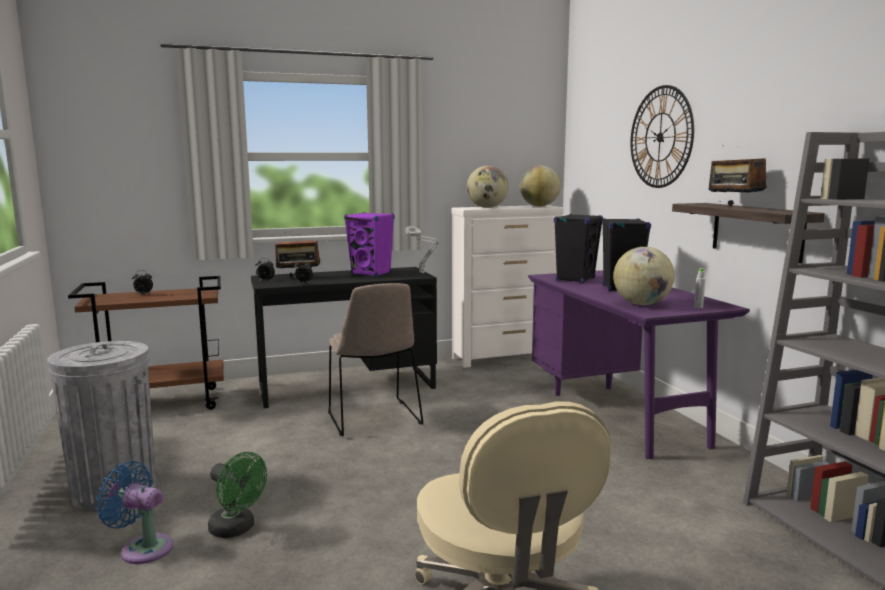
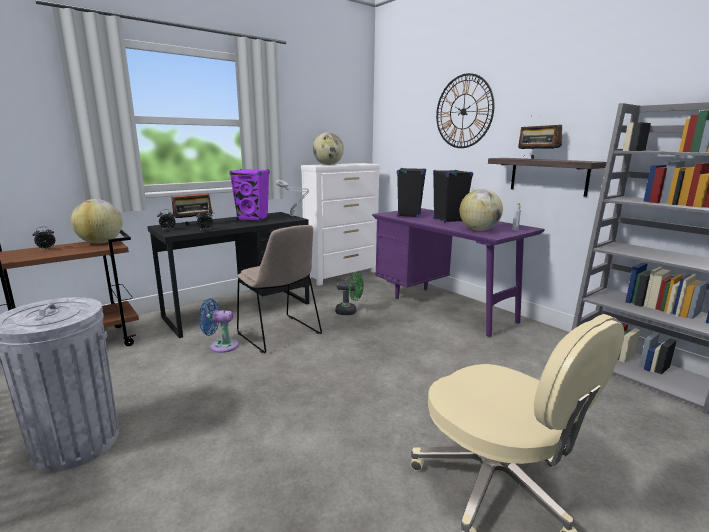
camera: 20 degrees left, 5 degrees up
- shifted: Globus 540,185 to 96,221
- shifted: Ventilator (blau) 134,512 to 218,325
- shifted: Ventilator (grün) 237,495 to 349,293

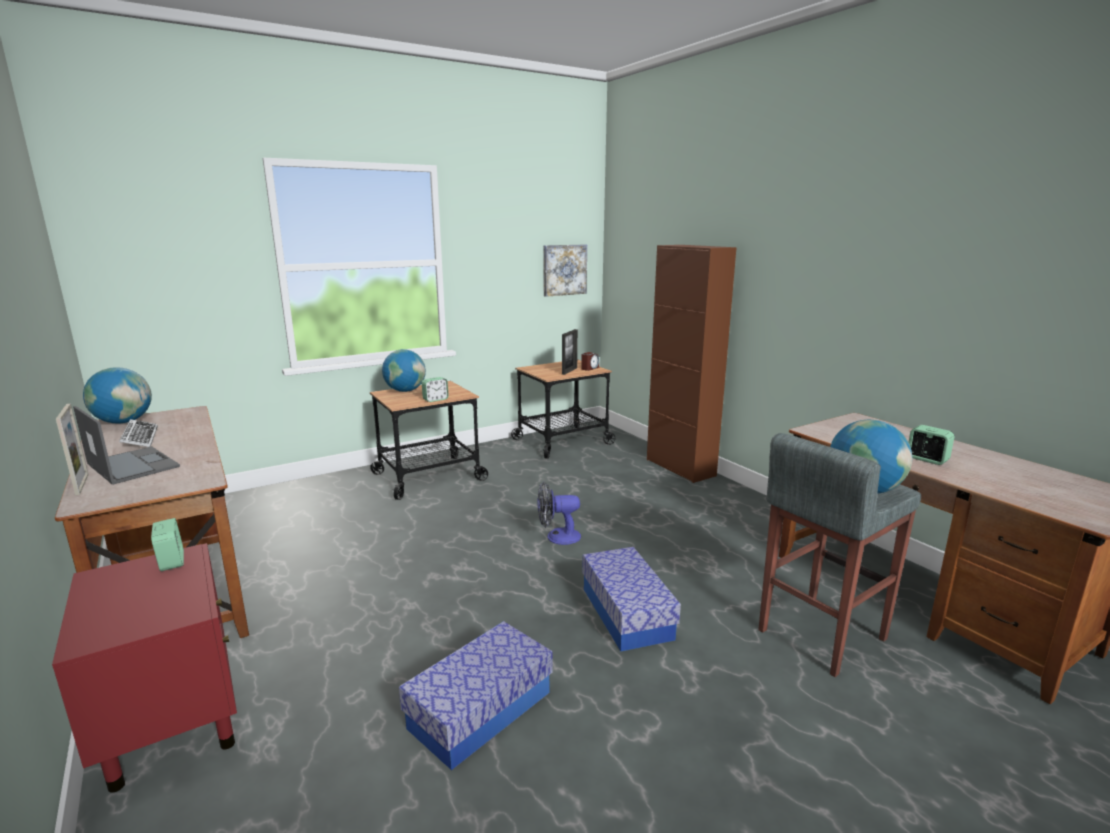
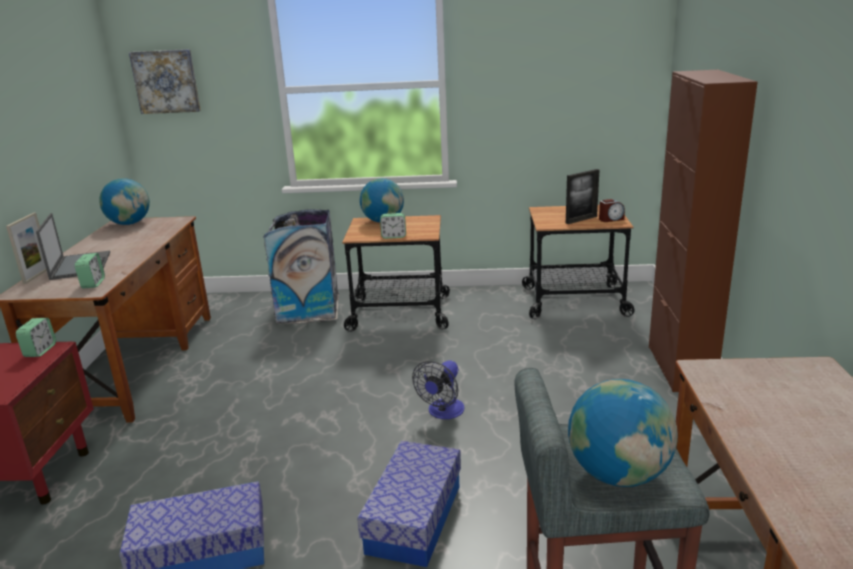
camera: 35 degrees right, 5 degrees up
- shifted: Wecker 932,445 to 90,271
- shifted: Bild 565,270 to 165,81
- new: Mülleimer 301,266
- rotated: Ventilator 559,513 = 438,389 90 degrees counterclockwise
- gone: Tastatur 138,433

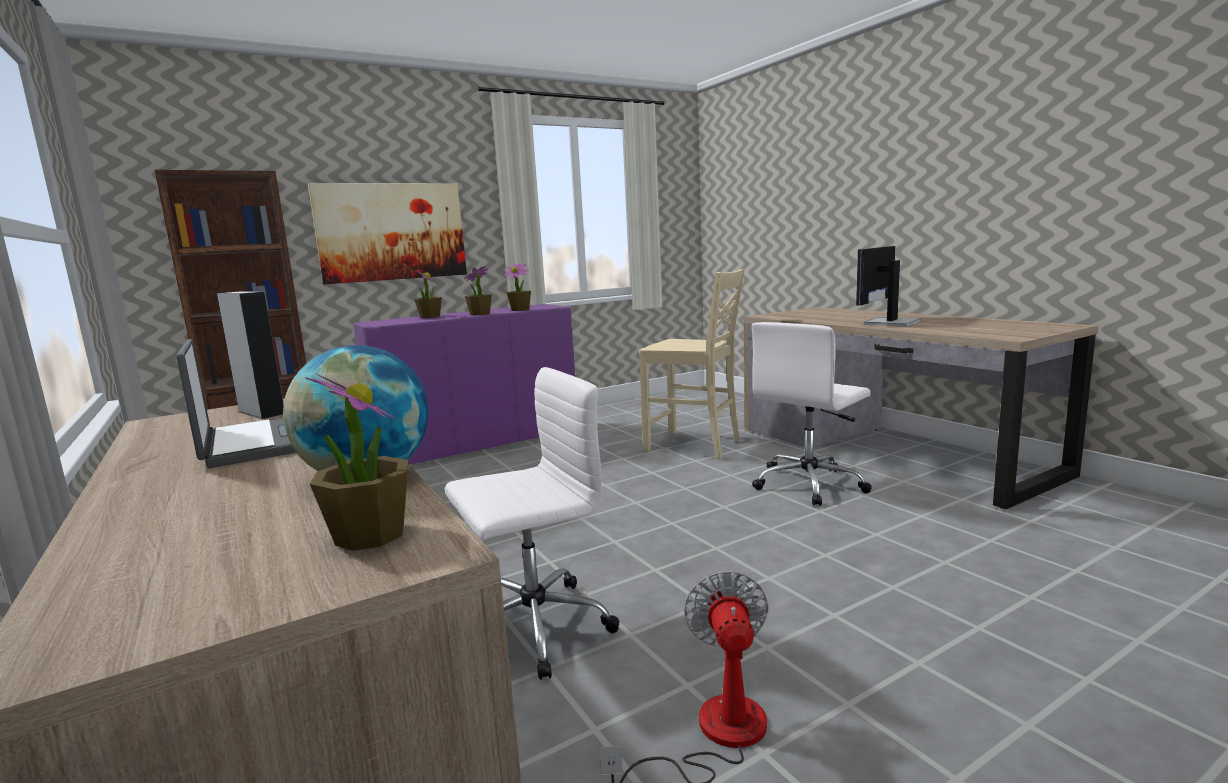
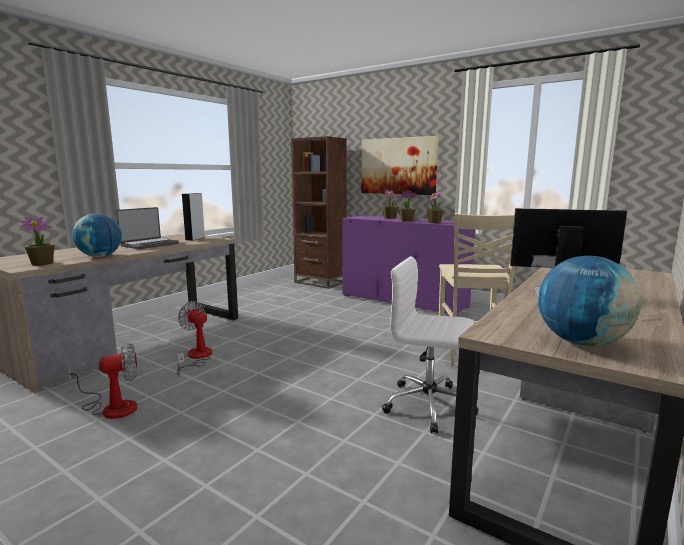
camera: 65 degrees right, 0 degrees up
- swapped: Bürostuhl (weiß) 532,523 to Ventilator 194,338
- new: Globus 590,301

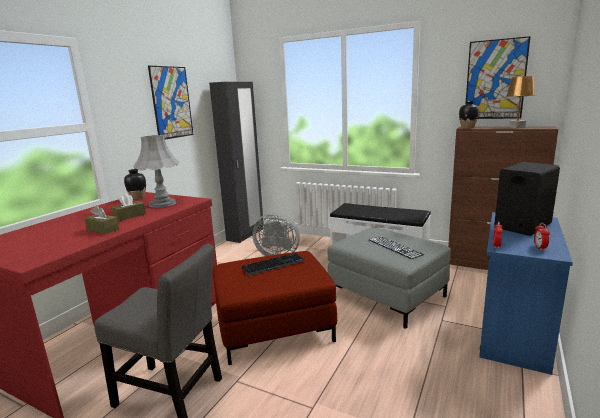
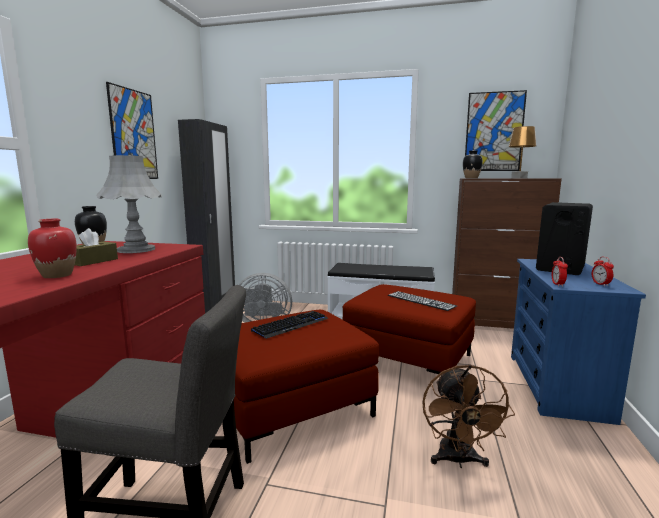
camera: 15 degrees left, 5 degrees down
- swapped: Taschentuchbox (braun) 101,220 to Vase (rot) 52,248
- repainted: Polsterhocker (grau) 389,278 to Polsterhocker (rot) 409,329
- new: Ventilator (braun) 468,416

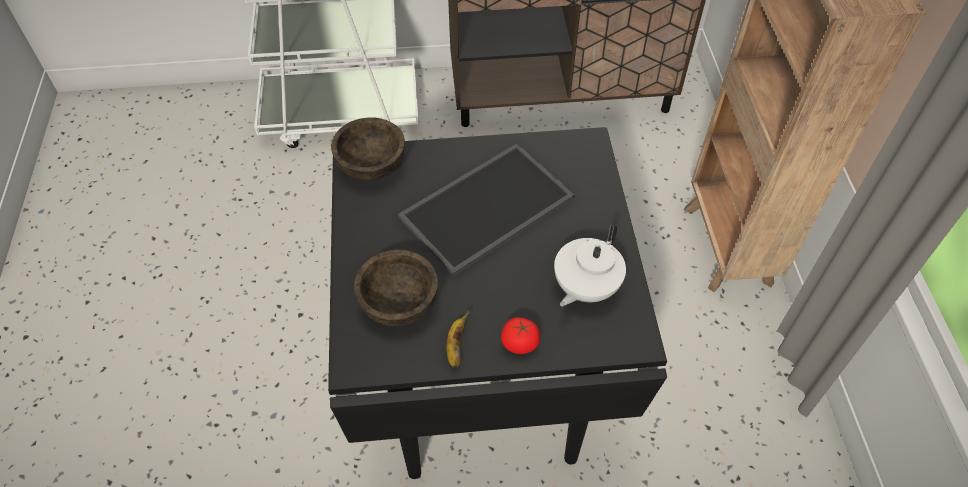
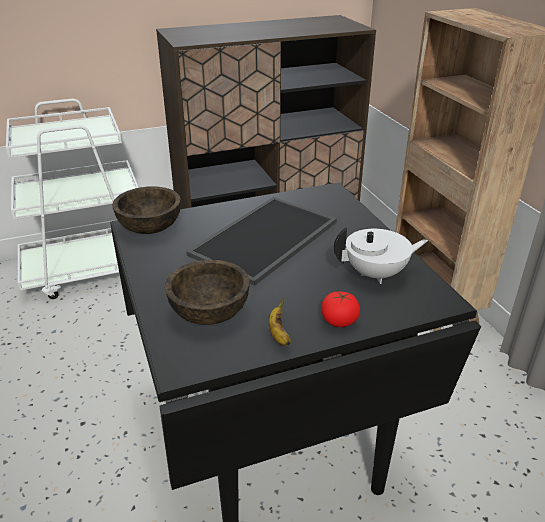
camera: 15 degrees left, 20 degrees down
- rotated: Teekanne (weiß) 590,265 = 381,256 120 degrees counterclockwise

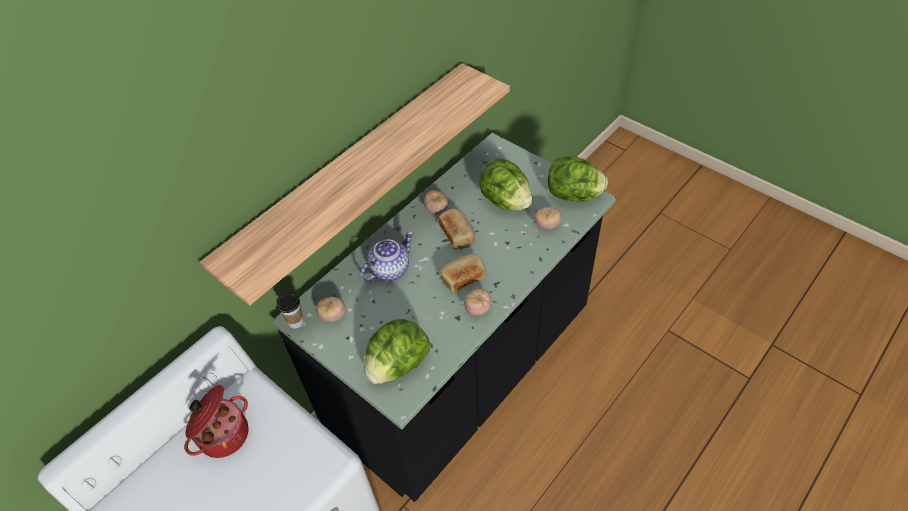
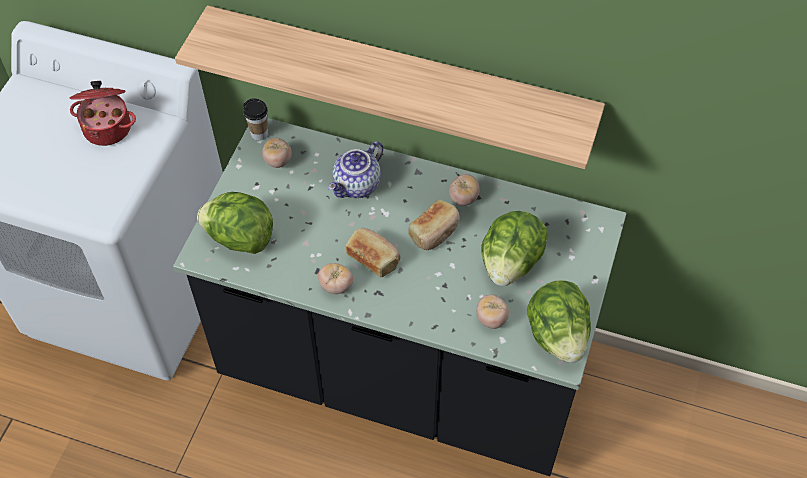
camera: 65 degrees right, 5 degrees up
- rotated: Teekanne 387,257 = 355,169 105 degrees clockwise

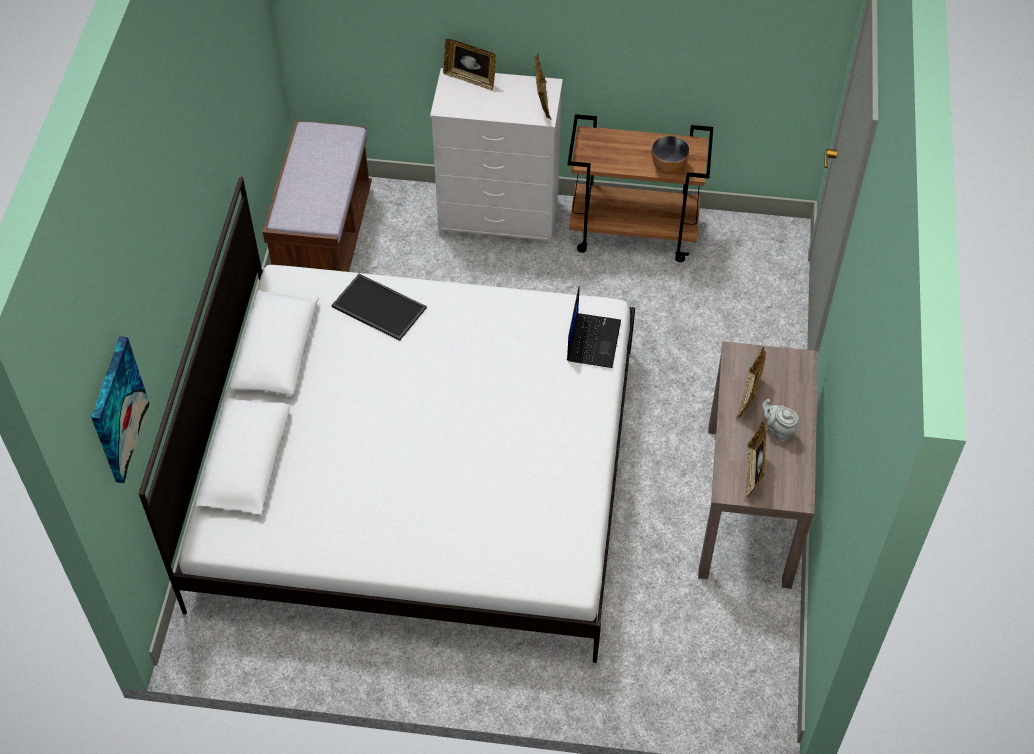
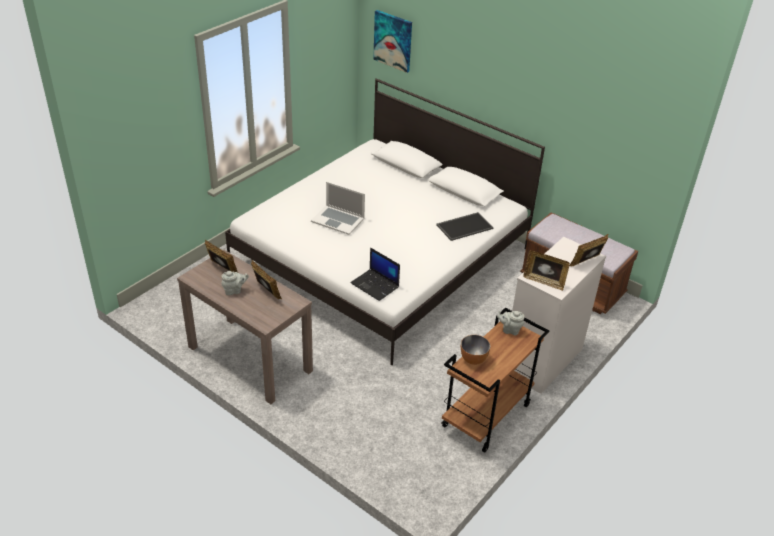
camera: 120 degrees right, 15 degrees down
- new: Laptop 338,208
- new: Teekanne (grau) 510,322

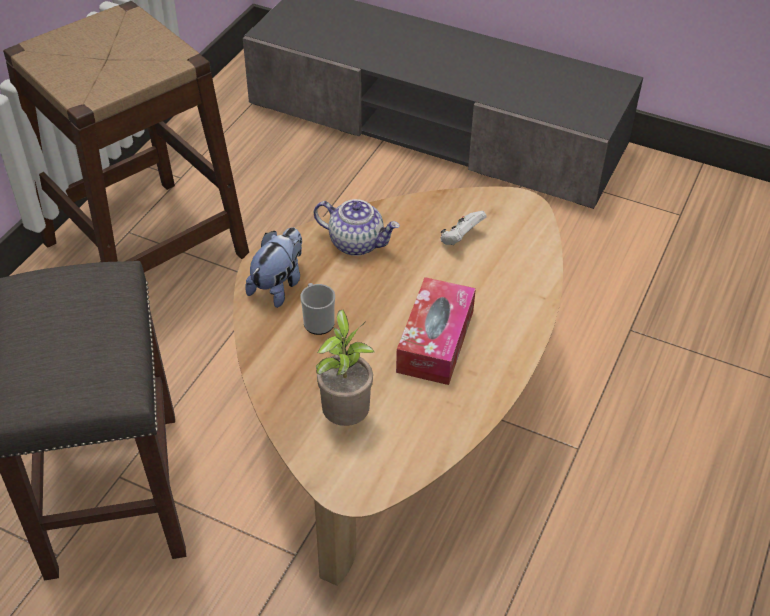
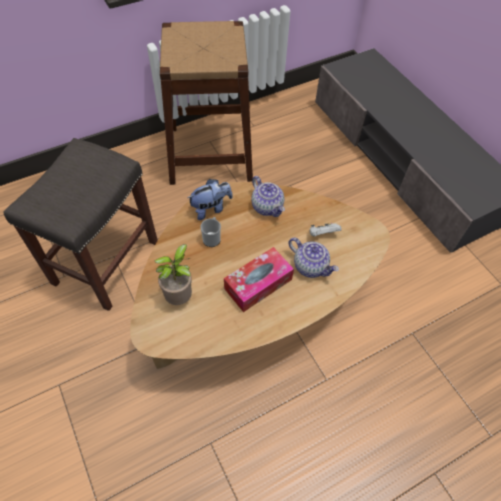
camera: 35 degrees right, 10 degrees up
- new: Teekanne 313,258

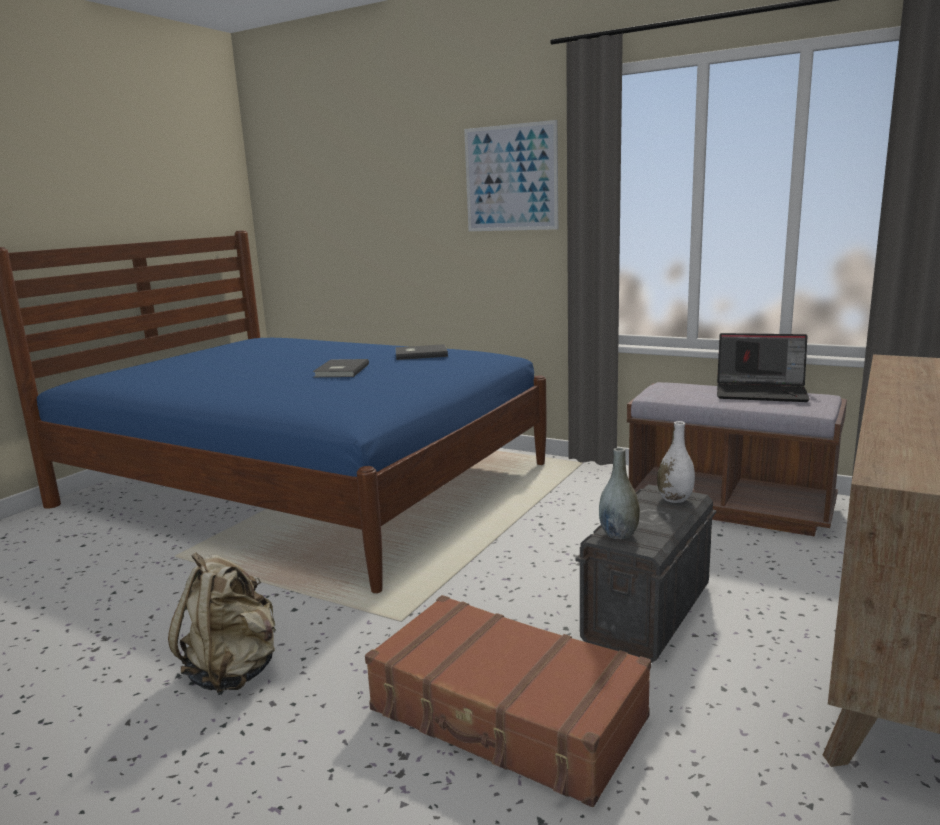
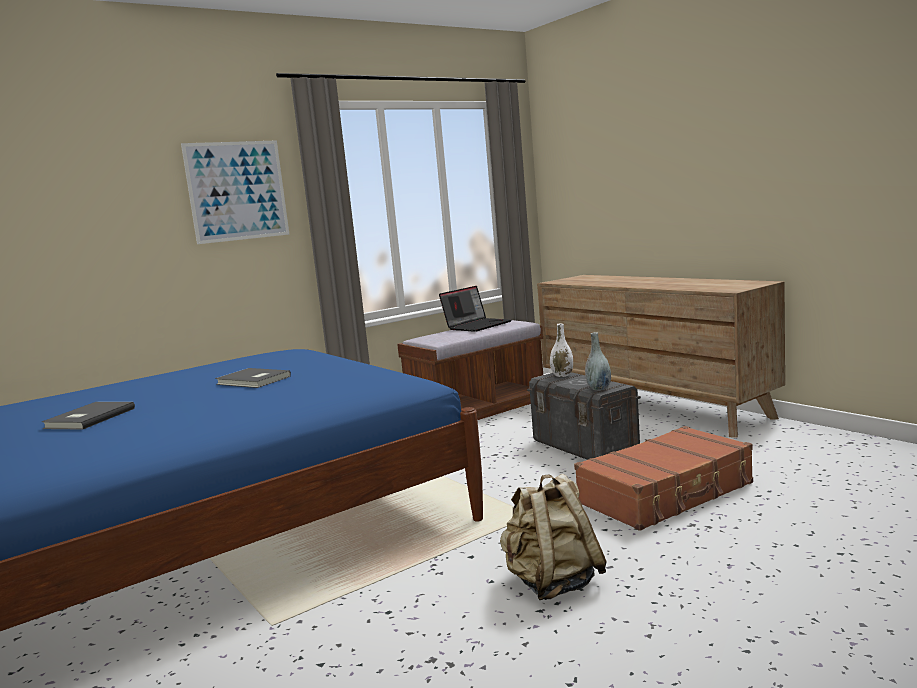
camera: 65 degrees left, 5 degrees down
- shifted: Buch (grau) 421,352 to 88,416

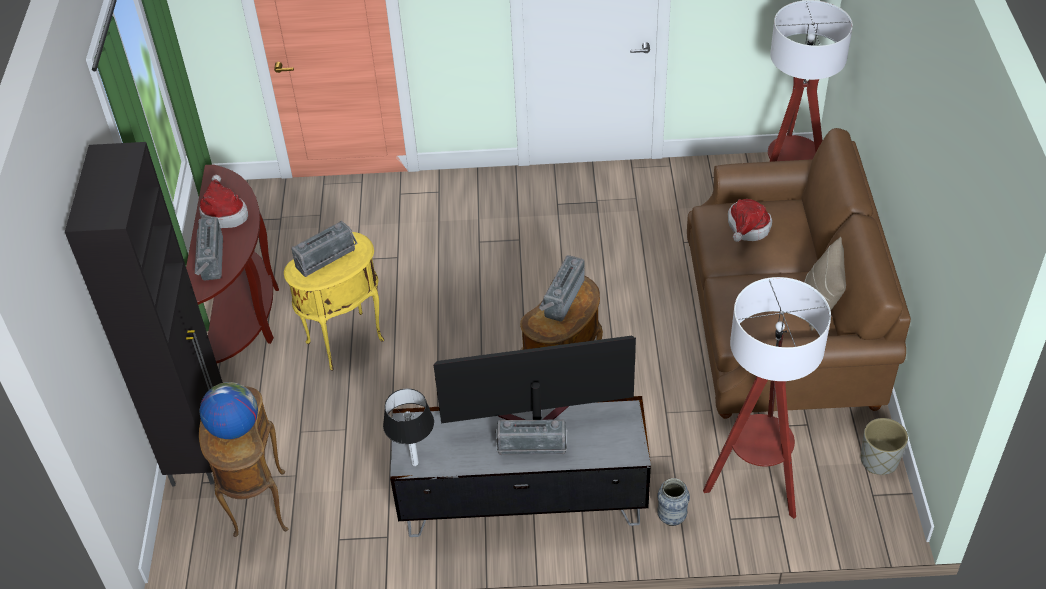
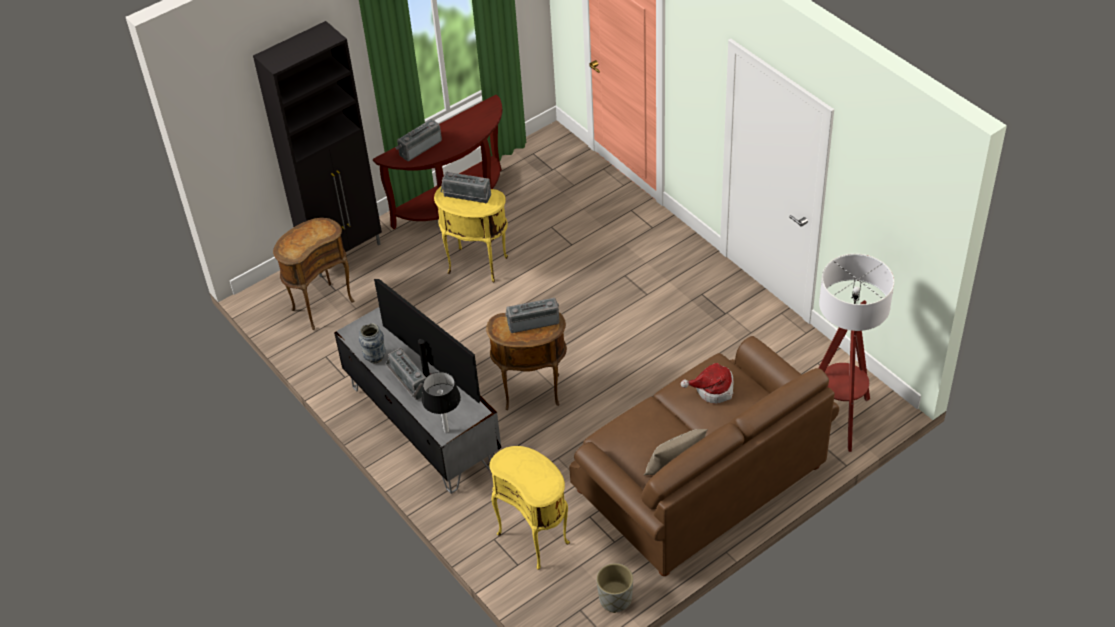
camera: 55 degrees right, 0 degrees up
- shifted: Vase 673,502 to 372,343
- shifted: Tischlampe 408,427 to 441,402
- swapped: Stehlampe 767,398 to Beistelltisch (gelb) 530,508
- gone: Hut 223,201
- gone: Globus 229,410

